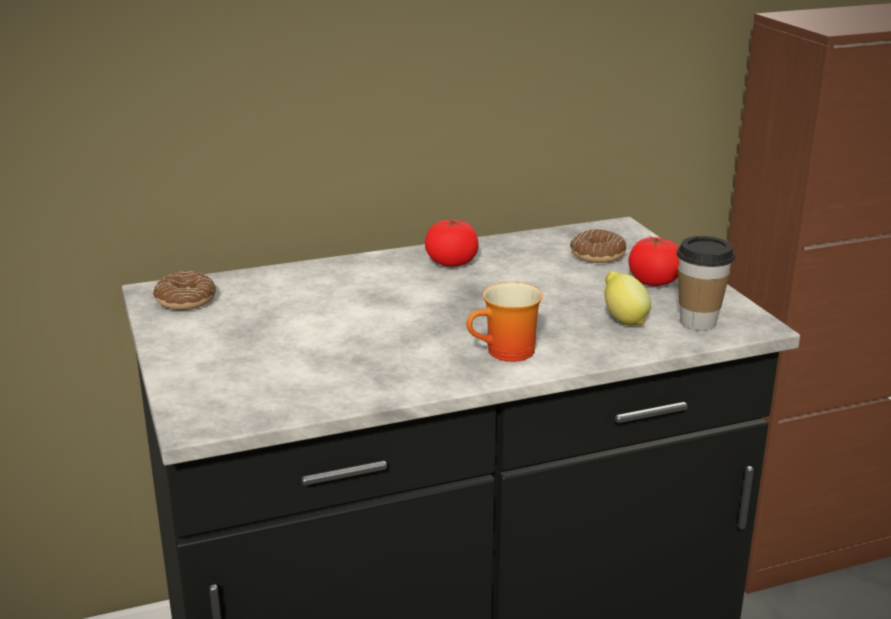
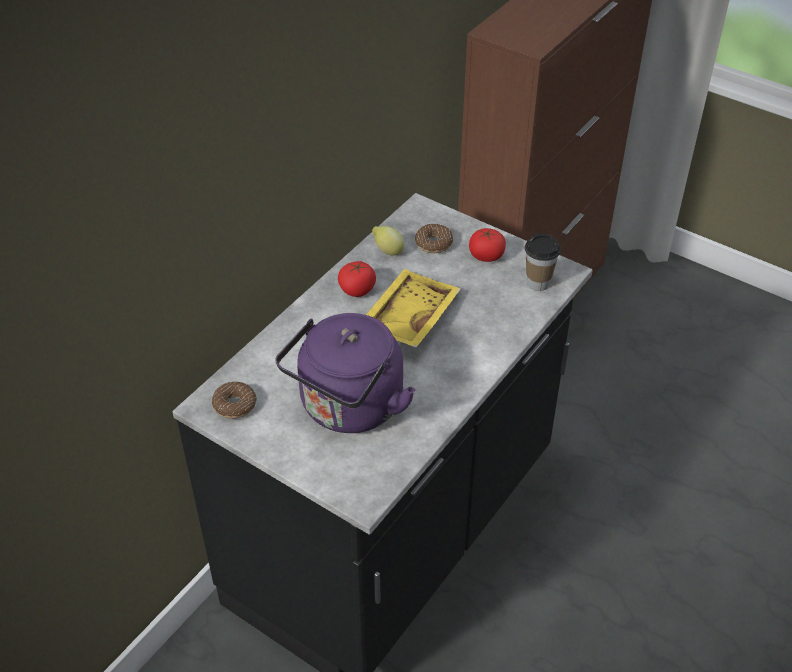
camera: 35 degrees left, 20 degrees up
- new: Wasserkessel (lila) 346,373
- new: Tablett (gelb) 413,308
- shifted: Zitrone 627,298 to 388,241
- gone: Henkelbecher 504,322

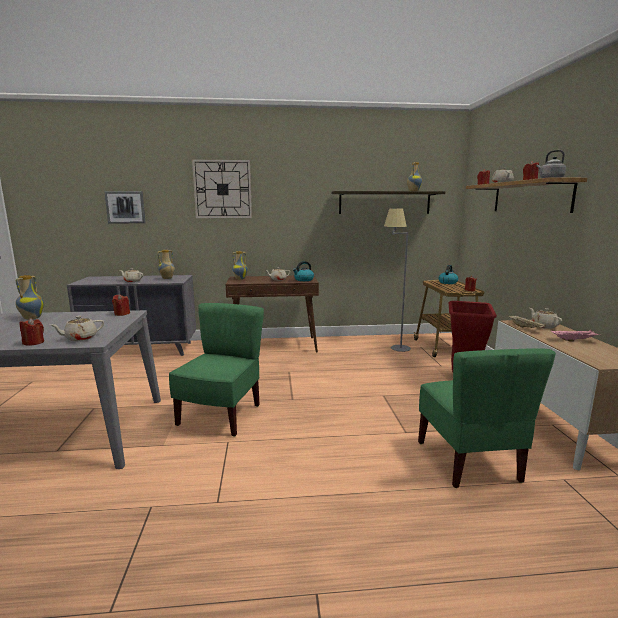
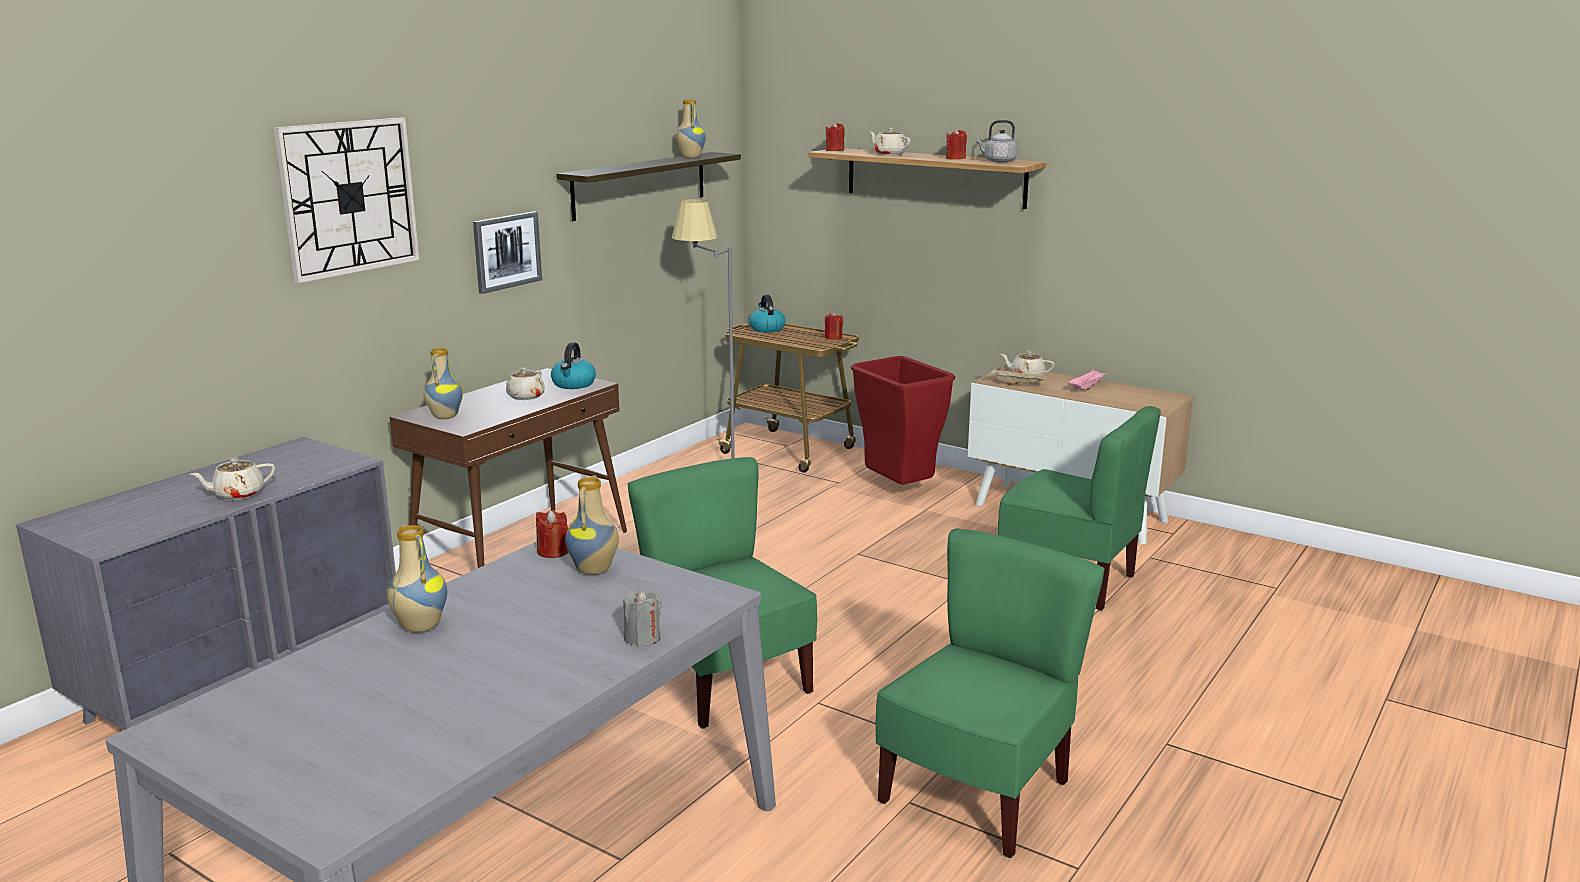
camera: 50 degrees left, 5 degrees up
- shifted: Bild 125,207 to 507,252
- shifted: Vase 166,264 to 592,525
- repainted: Kerze (rot) 32,332 to Kerze (grau) 642,618
- new: Stuhl (grün) 990,693
- gone: Teekanne (beige) 77,328

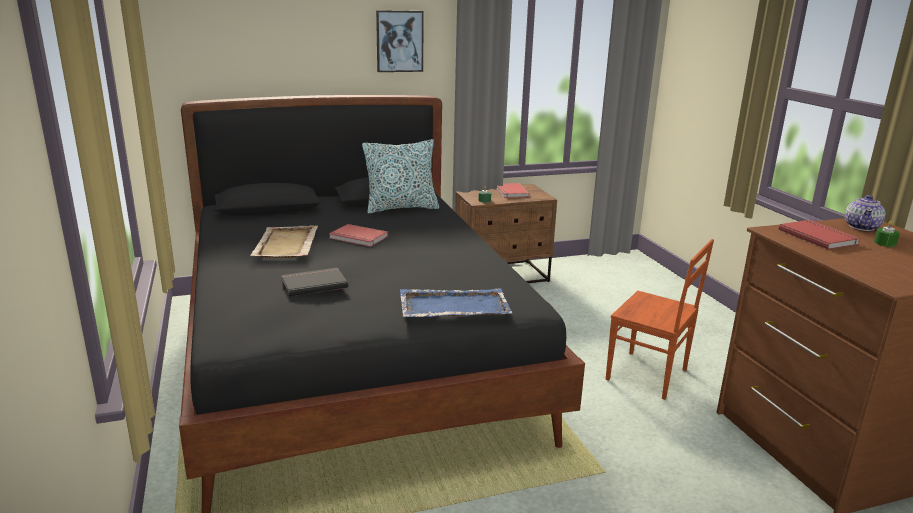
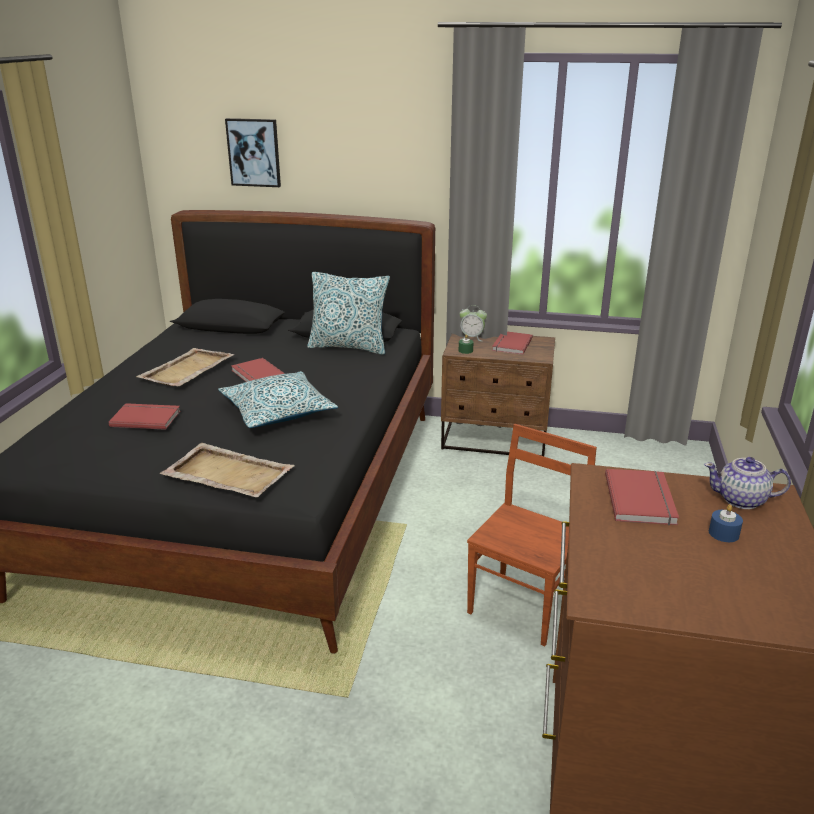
camera: 30 degrees right, 5 degrees up
- repainted: Buch (schwarz) 314,282 to Buch (rot) 144,416
- repainted: Tablett (blau) 456,302 to Tablett (beige) 227,470
- new: Kissen 278,399
- shifted: Bild 400,41 to 253,152
- new: Wecker 473,323
- rotated: Stuhl (braun) 660,319 = 532,535 120 degrees counterclockwise
- rotated: Teekanne 865,213 = 747,483 45 degrees clockwise
- repainted: Kerze (grün) 887,234 to Kerze (blau) 726,523

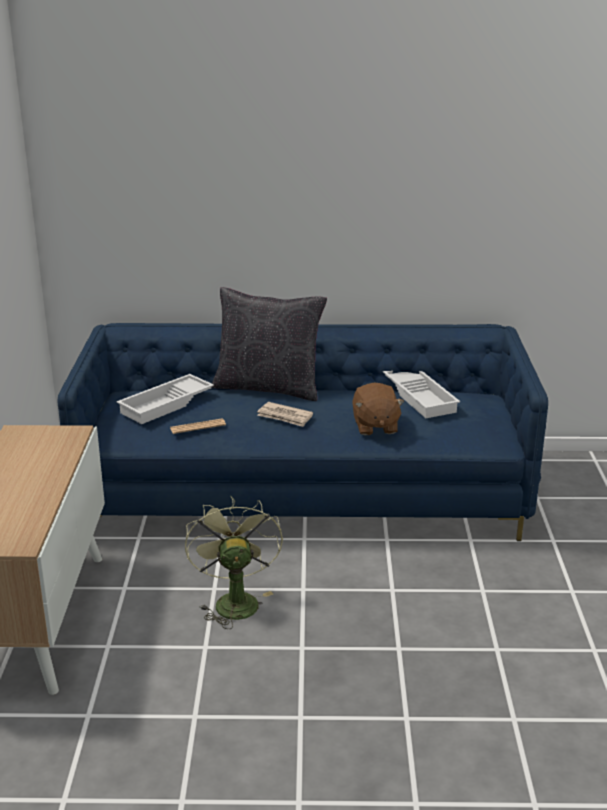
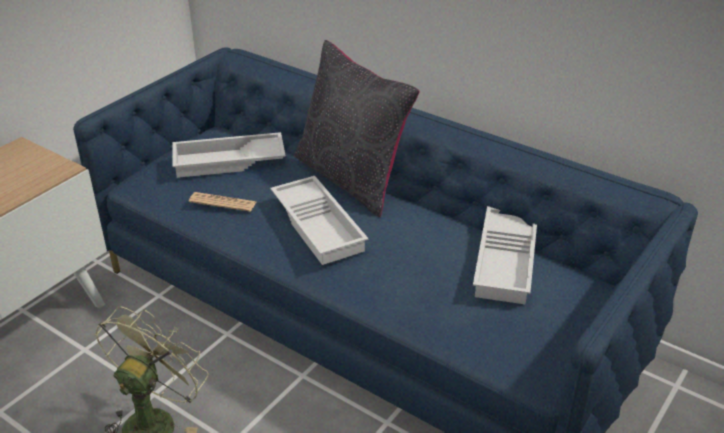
camera: 35 degrees right, 10 degrees up
- swapped: Zeitung 285,414 to Tablett (weiß) 319,220
- gone: Plüschtier (braun) 378,408

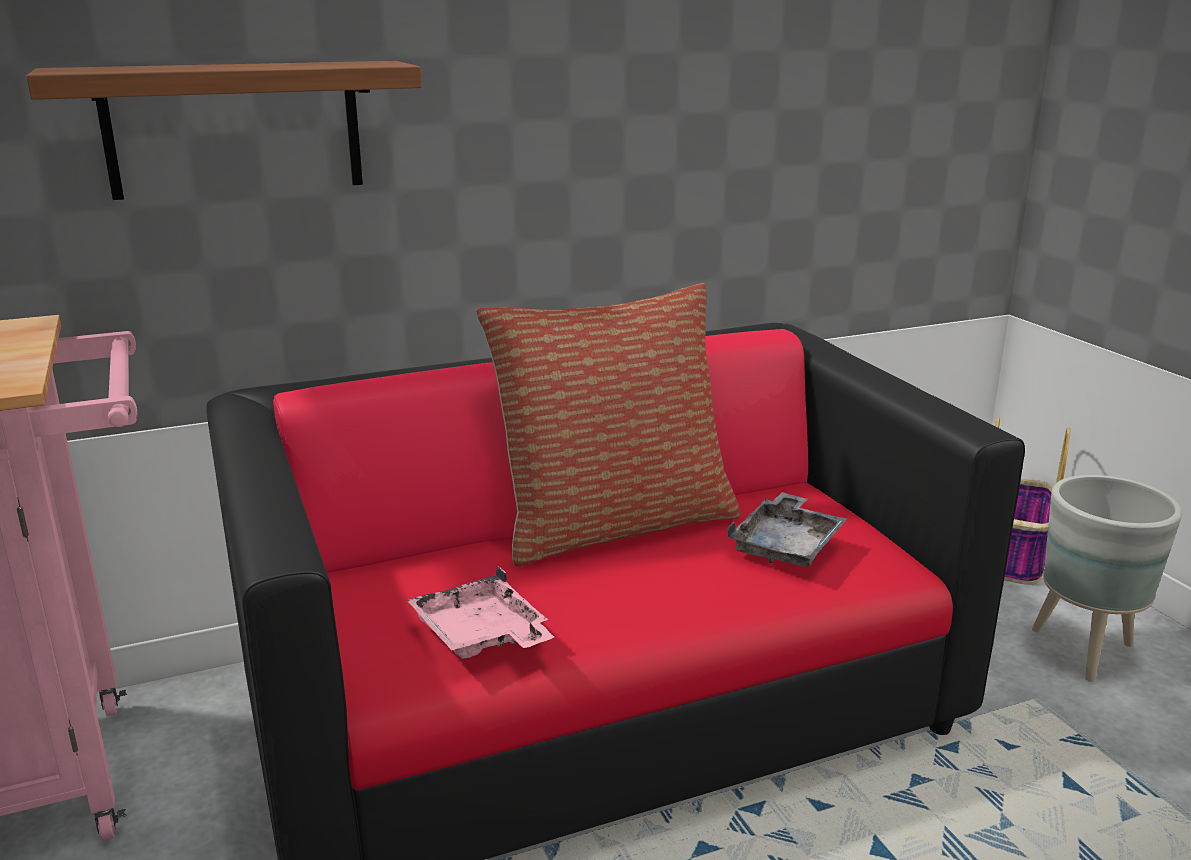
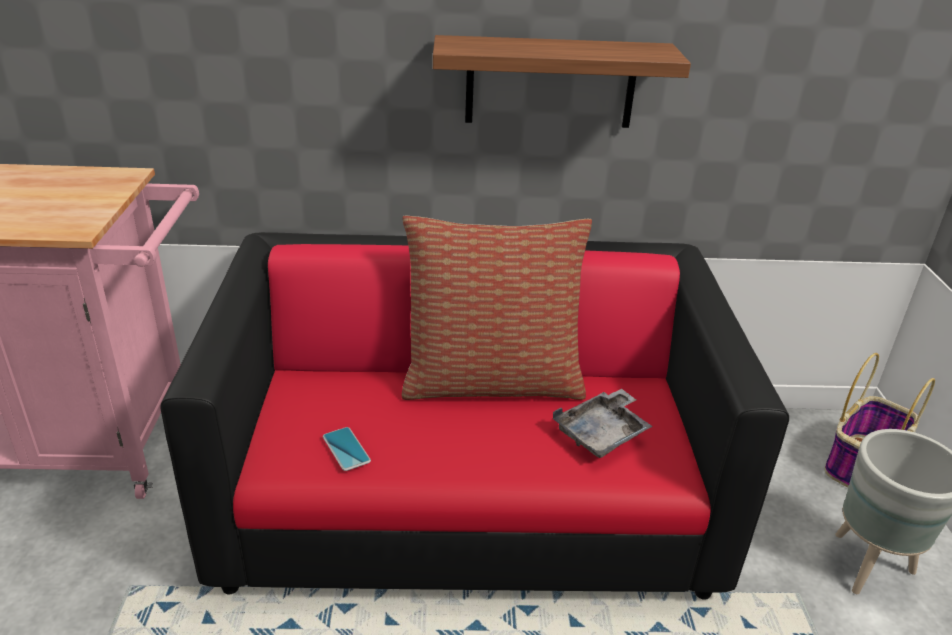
camera: 20 degrees right, 10 degrees up
- swapped: Tablett (rosa) 480,612 to Handy 347,449
- shifted: Wandregal 224,130 to 562,81

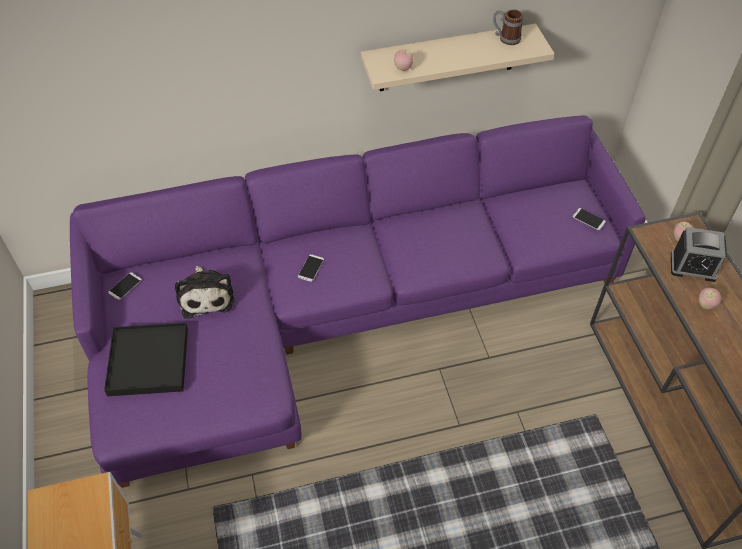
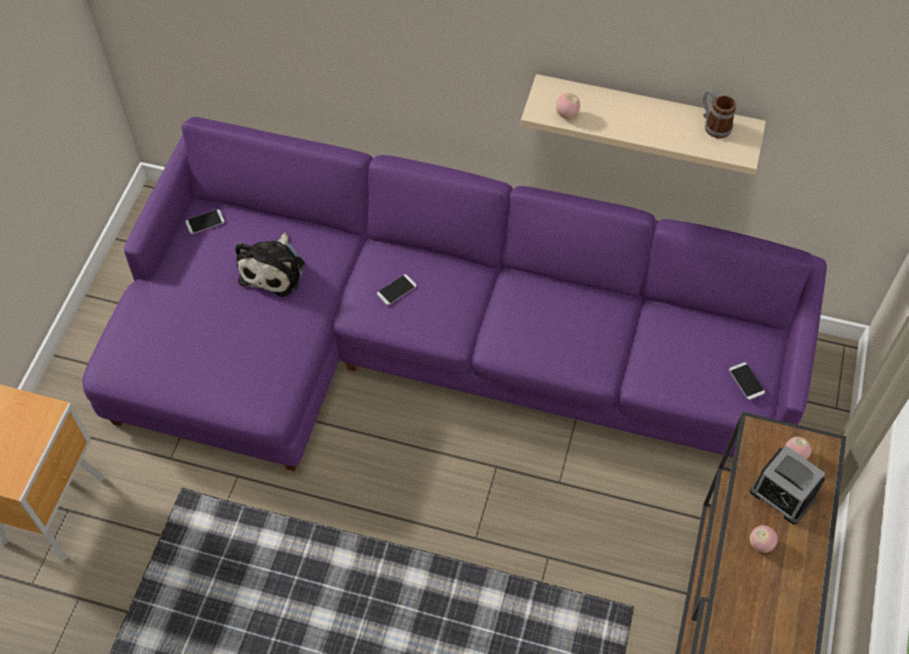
camera: 30 degrees right, 5 degrees up
- gone: Tablett (schwarz) 146,359

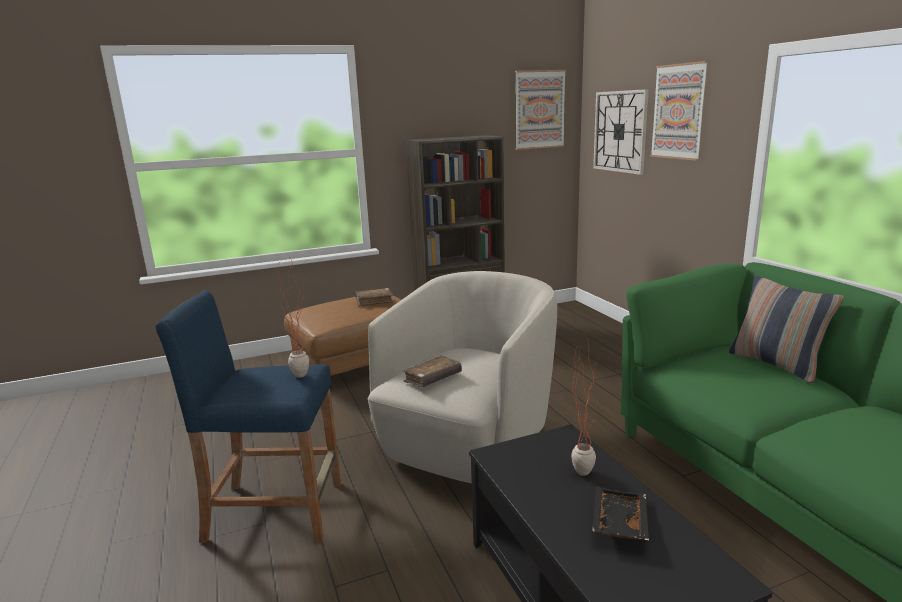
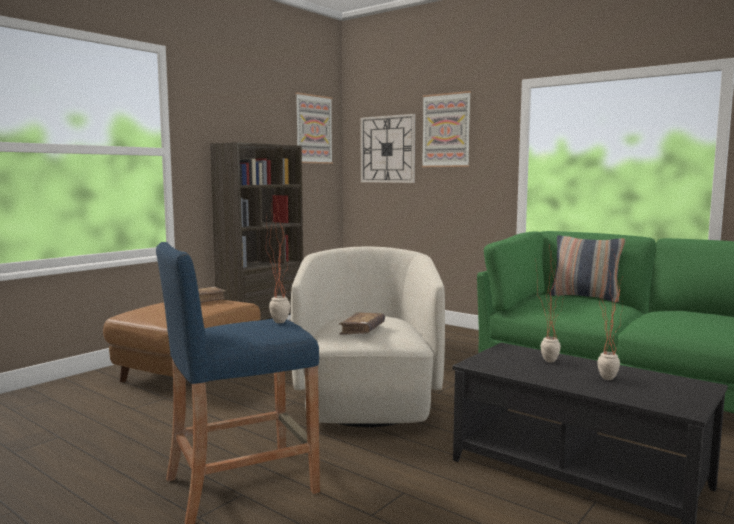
camera: 30 degrees left, 10 degrees down
- swapped: Tablett (schwarz) 620,513 to Topfpflanze 611,315

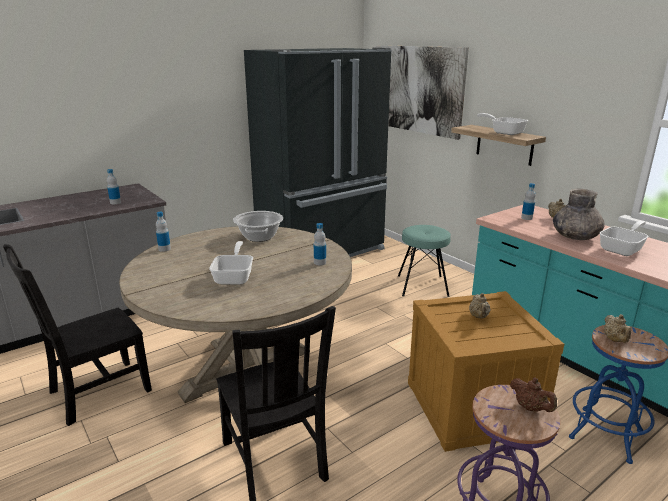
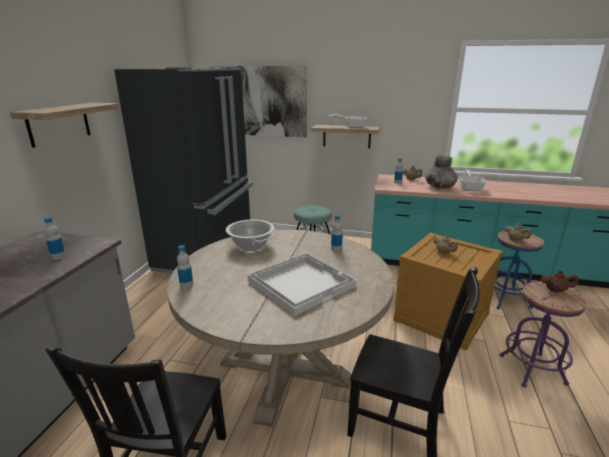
camera: 40 degrees left, 0 degrees up
- new: Wandregal 65,125
- swapped: Pfanne 231,263 to Tablett (weiß) 301,284

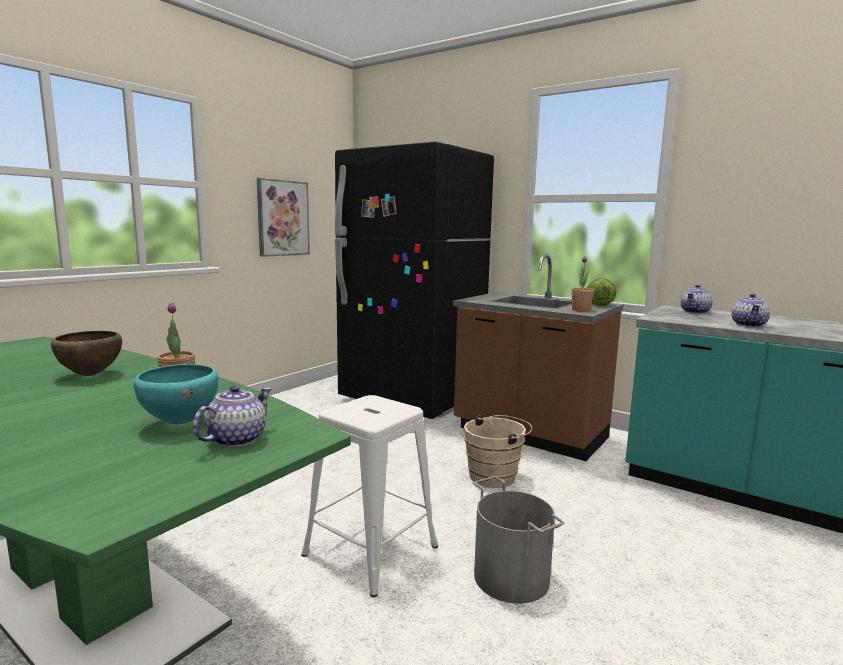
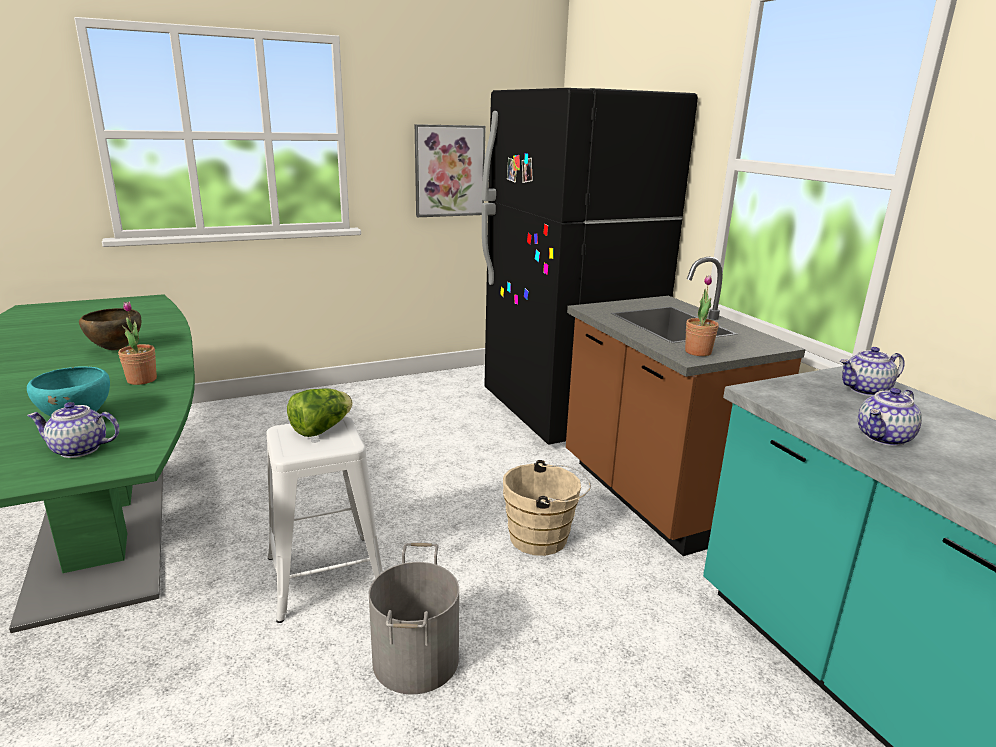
camera: 30 degrees right, 10 degrees up
- rotated: Teekanne 232,416 = 73,430 150 degrees counterclockwise
- shifted: Salatkopf 602,292 to 320,413

